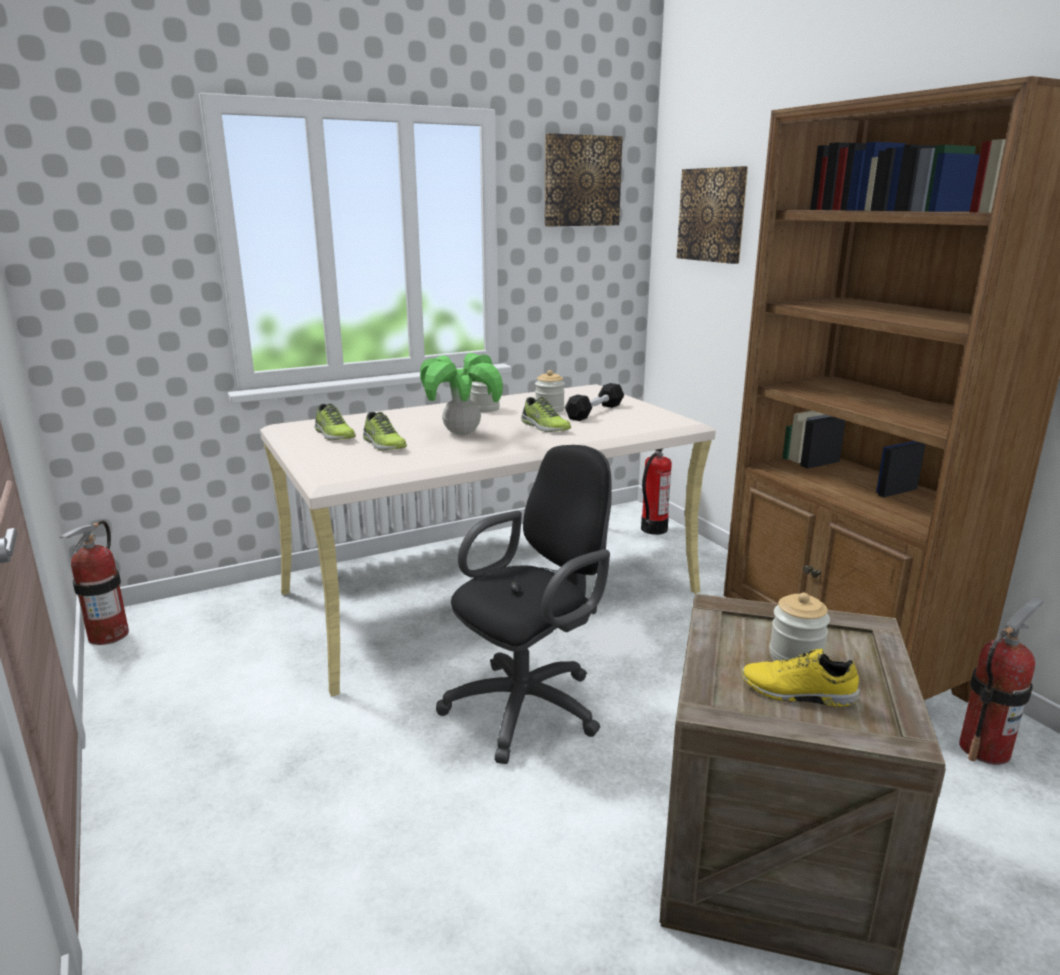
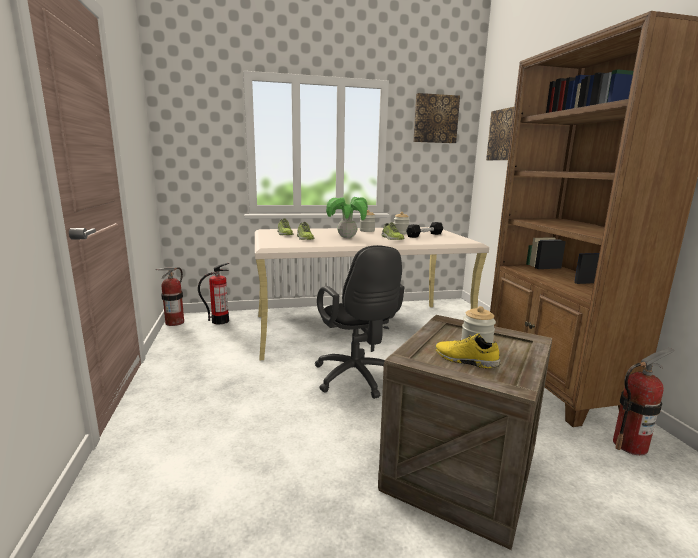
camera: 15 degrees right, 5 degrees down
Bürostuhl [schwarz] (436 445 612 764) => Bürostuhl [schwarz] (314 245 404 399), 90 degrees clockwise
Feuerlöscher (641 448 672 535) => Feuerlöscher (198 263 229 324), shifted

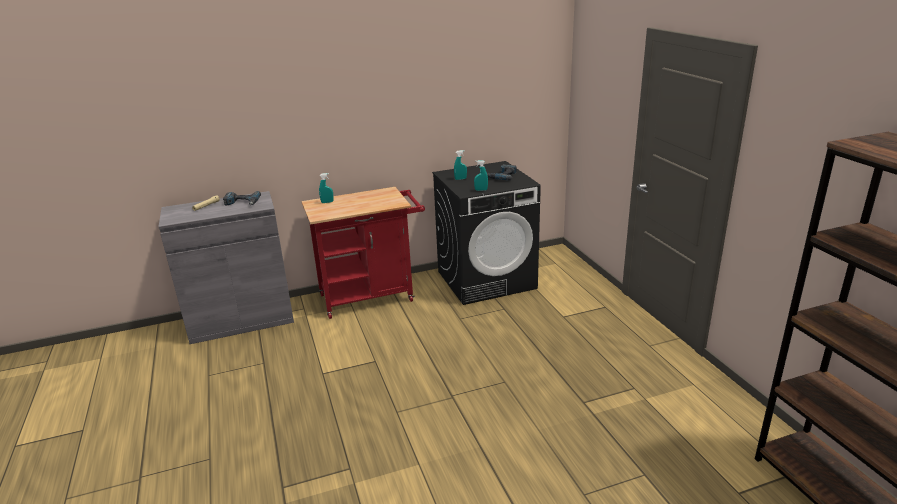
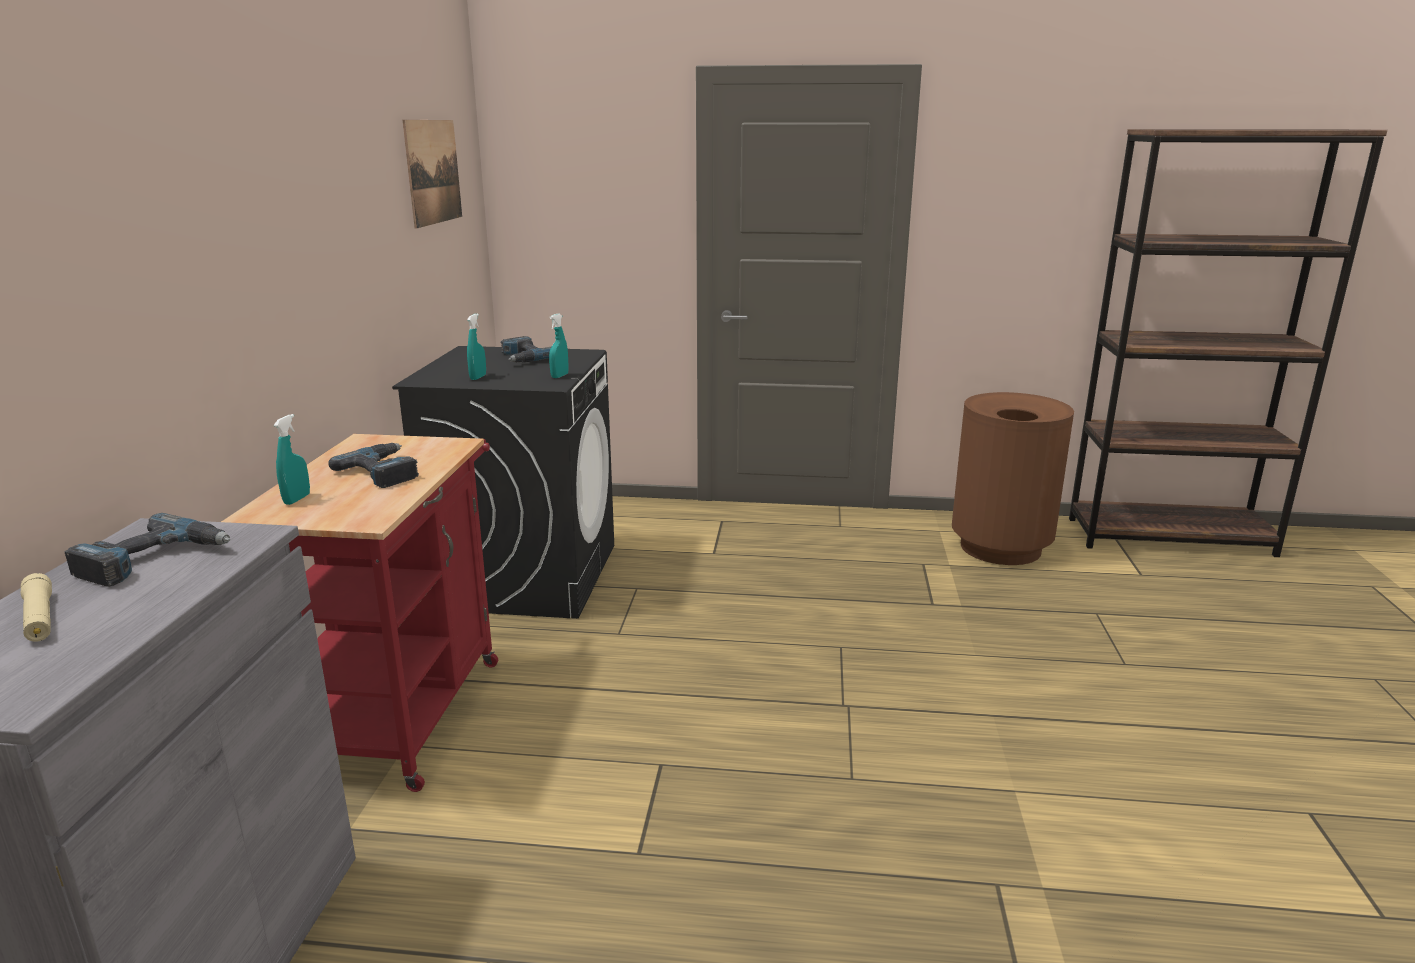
camera: 65 degrees left, 5 degrees down
nothing => Bild (403 120 462 229)
nothing => Mülleimer [braun] (952 392 1074 565)
nothing => Bohrmaschine (328 443 419 488)

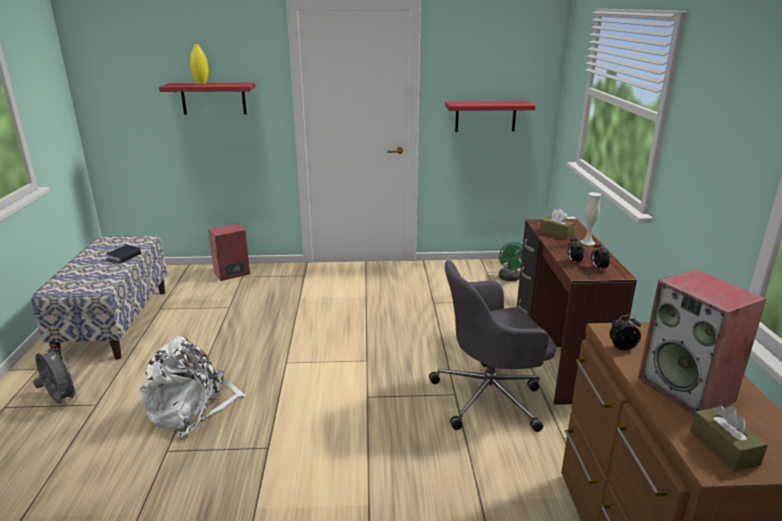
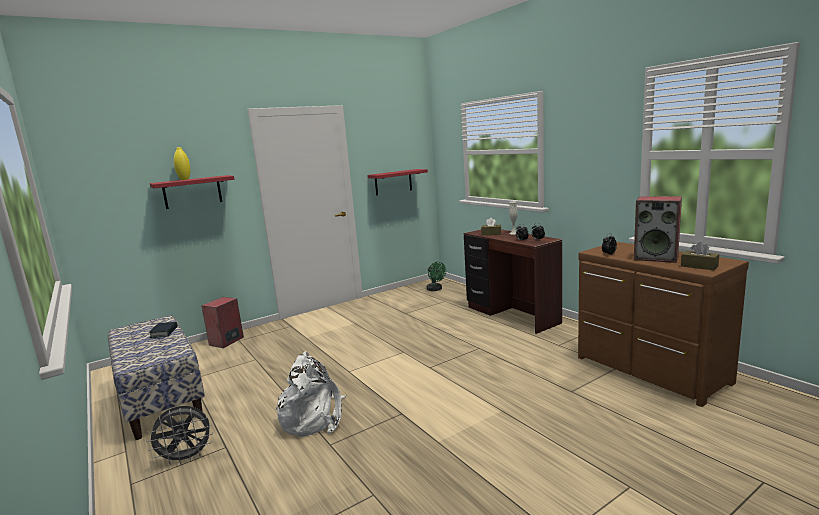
camera: 30 degrees left, 10 degrees down
Bürostuhl [grau] (429 260 556 432) => nothing
Ventilator [grau] (33 344 80 404) => Ventilator [grau] (146 406 213 465), 150 degrees clockwise

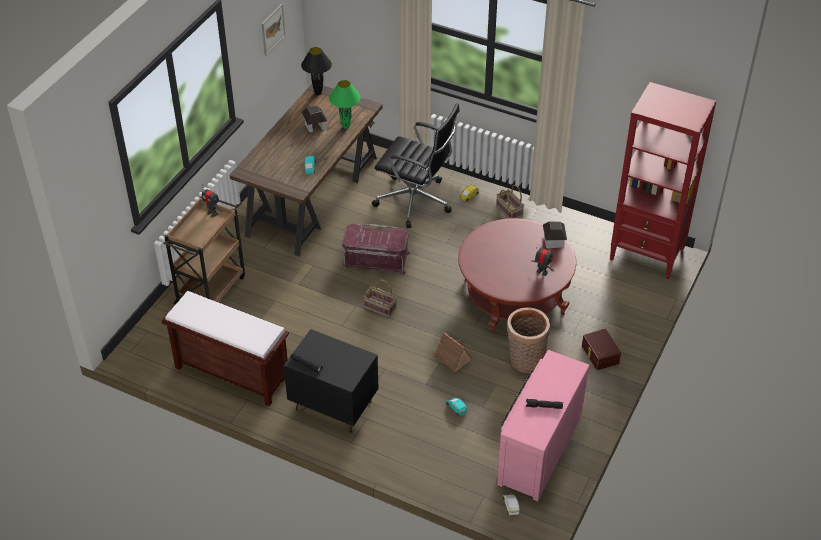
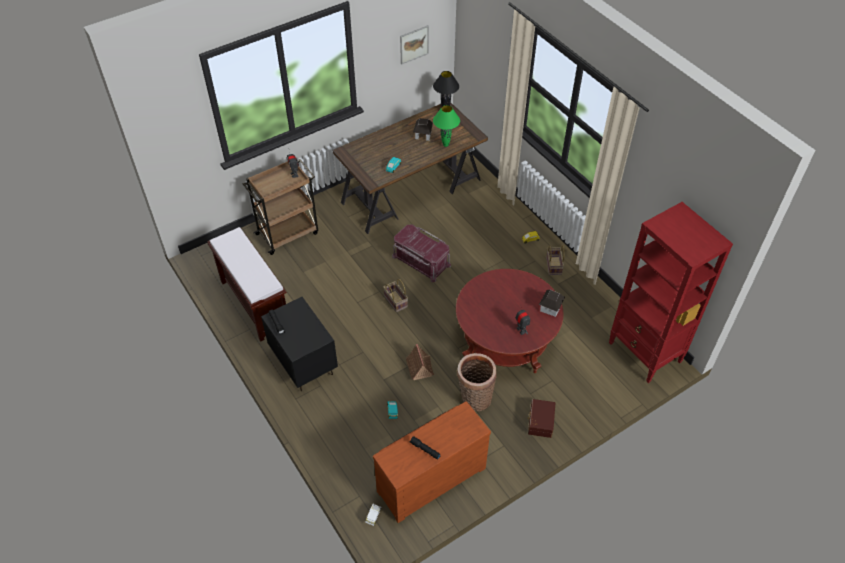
camera: 30 degrees right, 5 degrees up
Bürostuhl [schwarz] (372 103 459 228) => nothing
Kommode [rosa] (497 350 590 501) => Kommode [braun] (373 401 491 523)

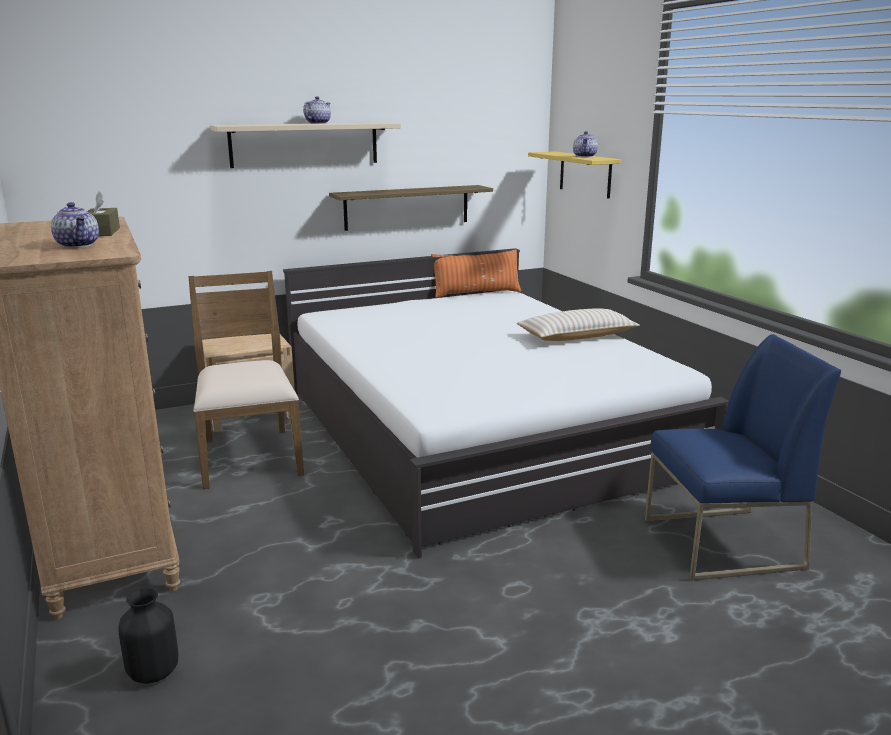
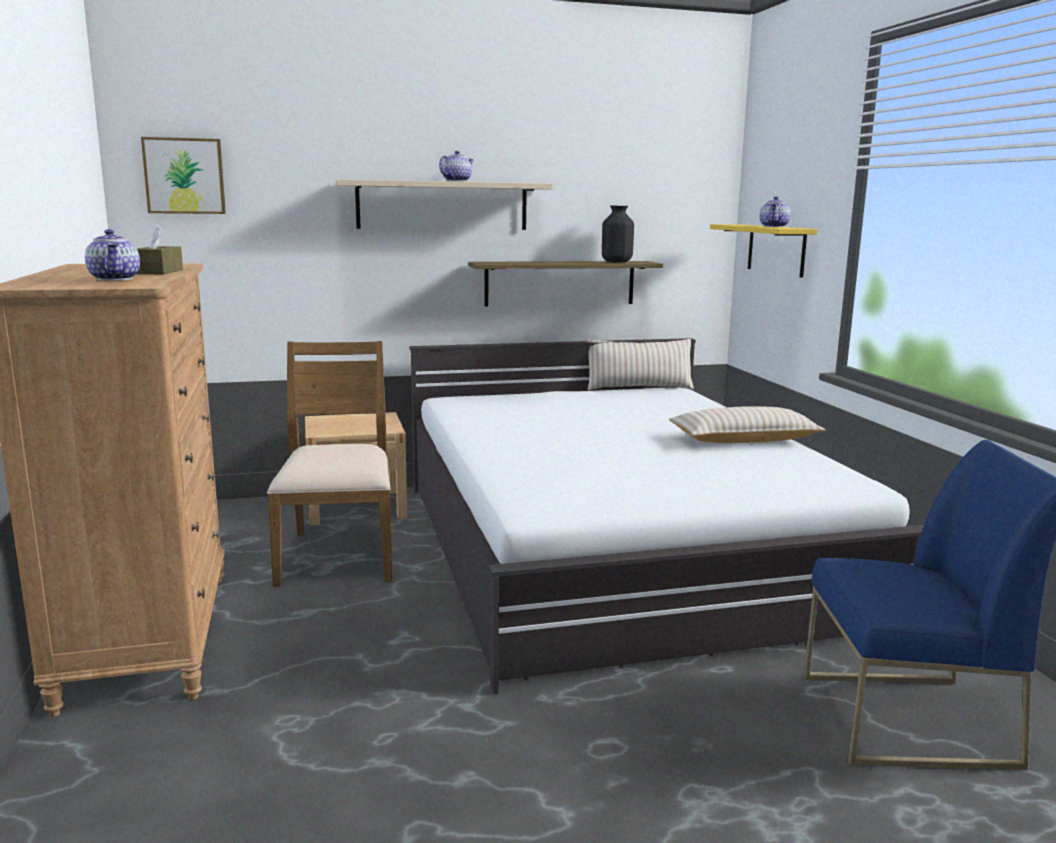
camera: 10 degrees right, 5 degrees down
Kissen [orange] (431 249 521 298) => Kissen [beige] (586 339 694 390)
Vase [schwarz] (118 588 178 684) => Vase [schwarz] (602 206 634 263), shifted
nothing => Bild (141 137 226 214)

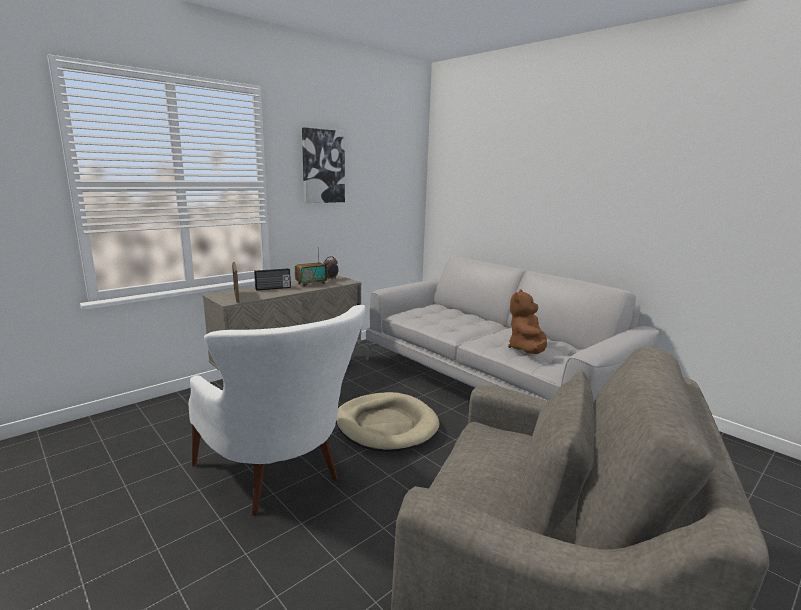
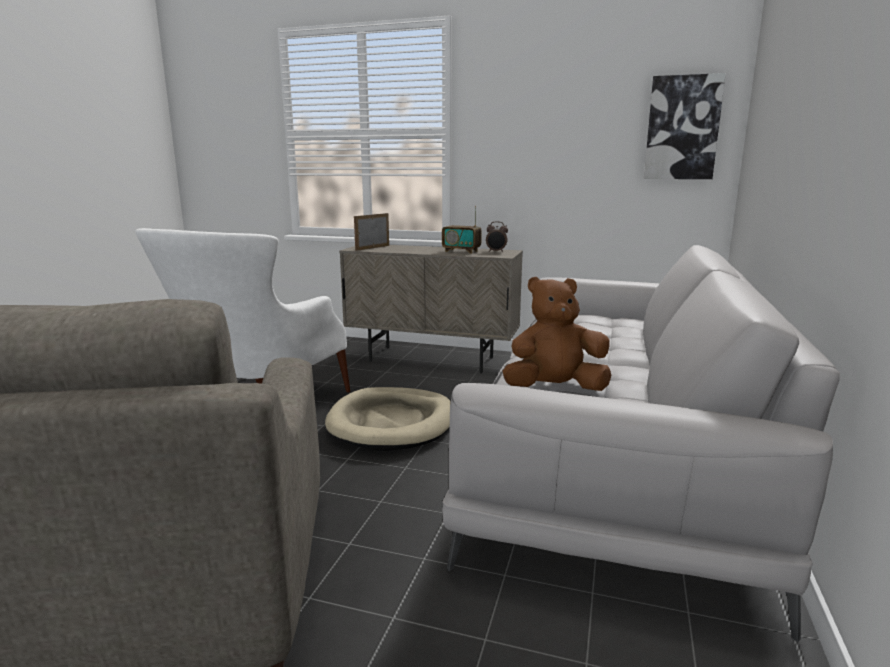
camera: 60 degrees right, 0 degrees up
Bild (302 127 345 203) => Bild (644 73 726 179), shifted
Radio (254 268 291 291) => nothing

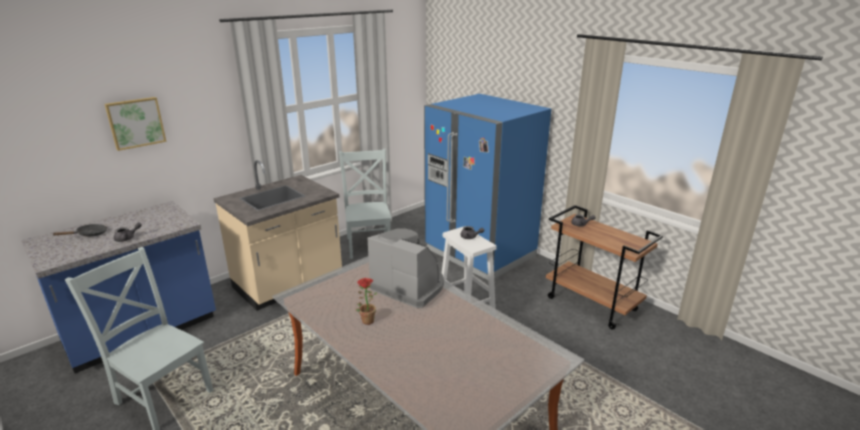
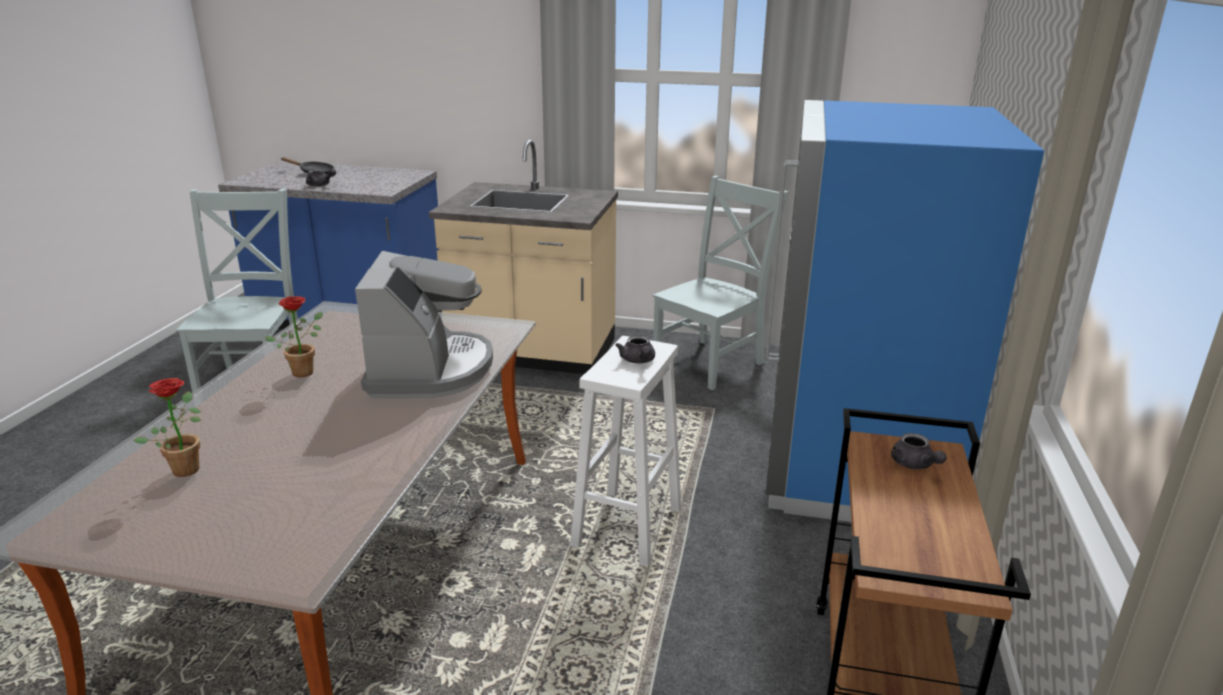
camera: 55 degrees right, 0 degrees up
Bild (105 97 166 151) => nothing
nothing => Topfpflanze (133 378 201 477)

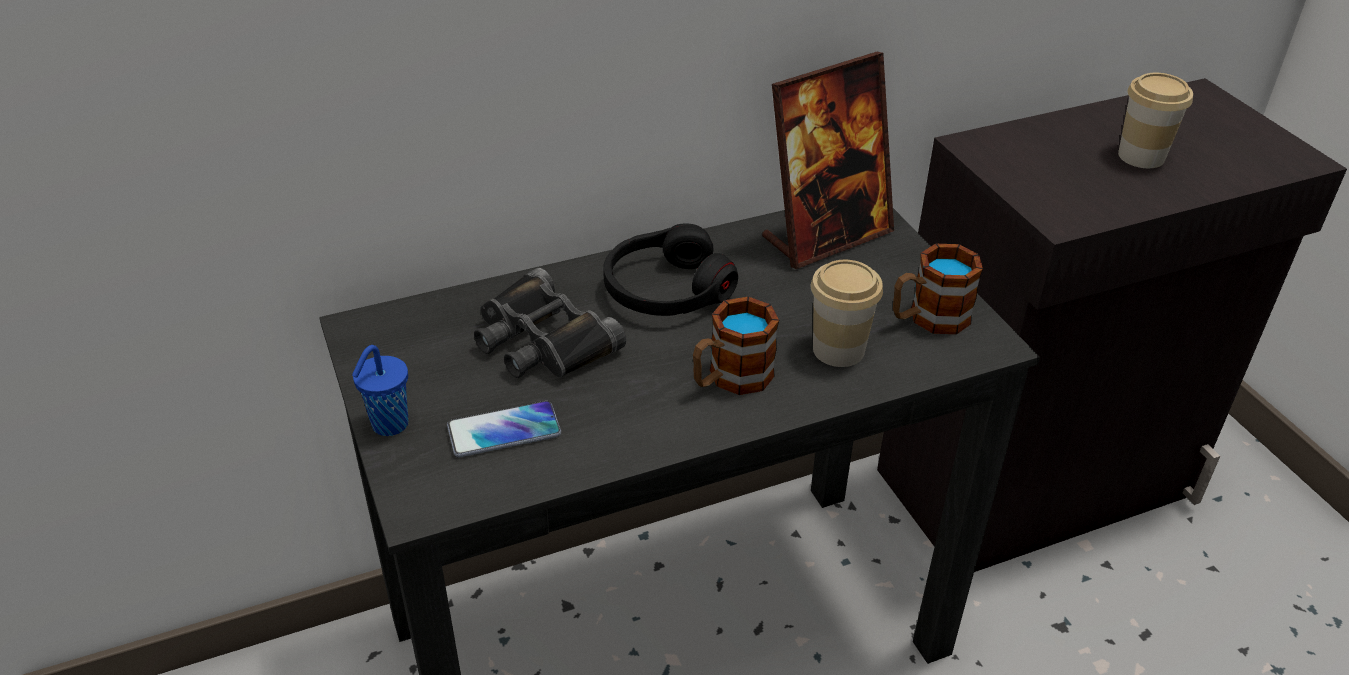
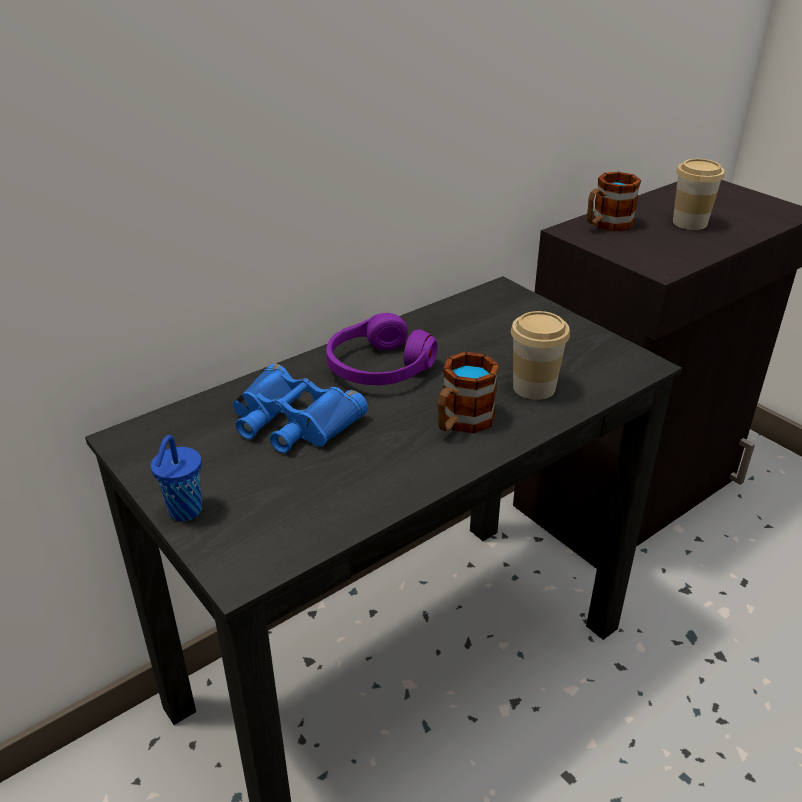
camera: 15 degrees left, 5 degrees down
Bilderrahmen (762 52 894 269) => nothing
Kopfhörer [schwarz] (603 223 738 316) => Kopfhörer [lila] (326 313 438 385)
Henkelbecher (893 244 983 334) => Henkelbecher (587 172 641 231), shifted
Fernglas [schwarz] (474 268 626 378) => Fernglas [blau] (233 363 368 453)
Handy (447 401 561 457) => nothing

